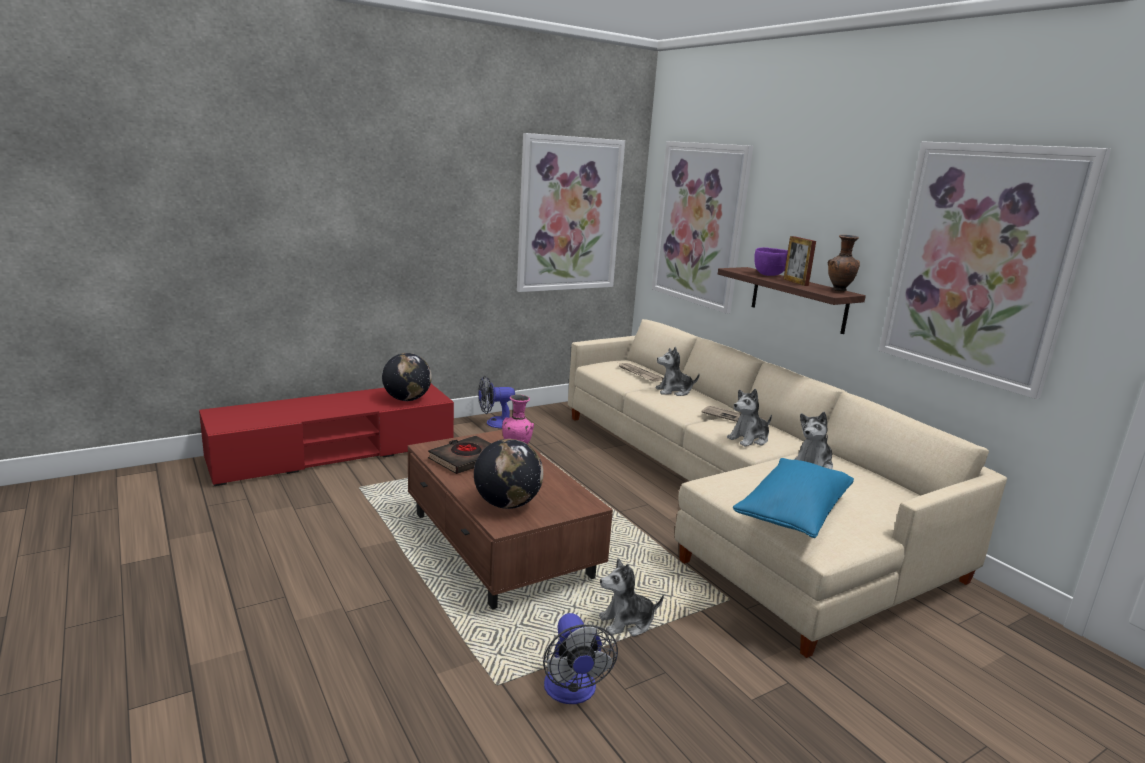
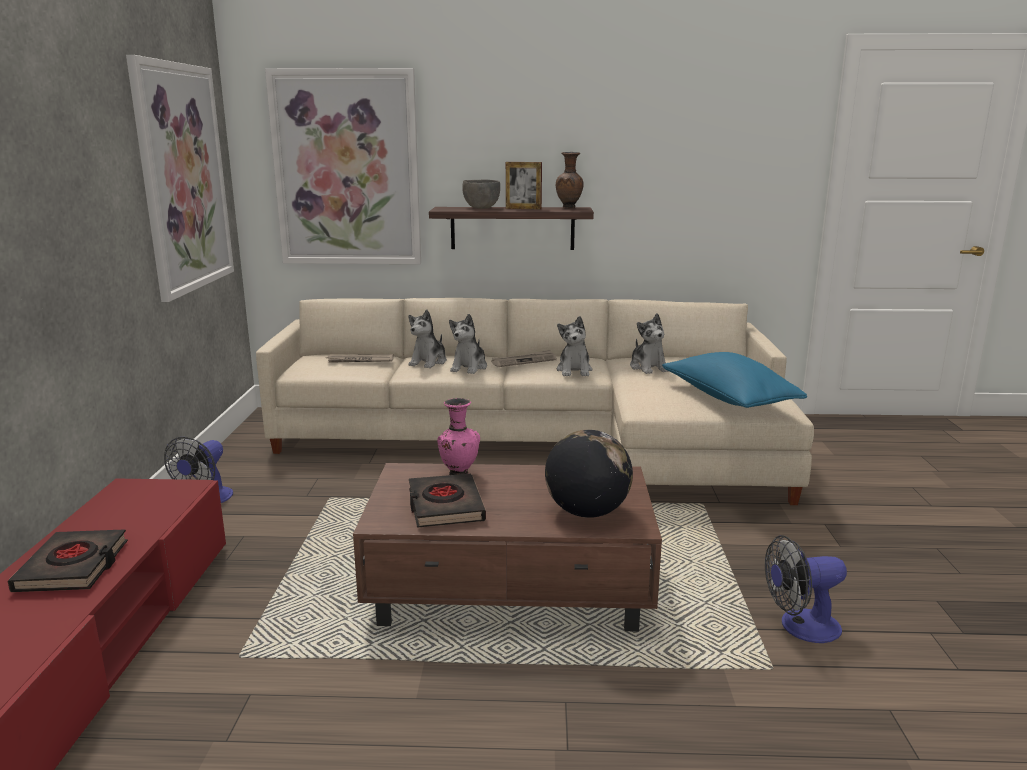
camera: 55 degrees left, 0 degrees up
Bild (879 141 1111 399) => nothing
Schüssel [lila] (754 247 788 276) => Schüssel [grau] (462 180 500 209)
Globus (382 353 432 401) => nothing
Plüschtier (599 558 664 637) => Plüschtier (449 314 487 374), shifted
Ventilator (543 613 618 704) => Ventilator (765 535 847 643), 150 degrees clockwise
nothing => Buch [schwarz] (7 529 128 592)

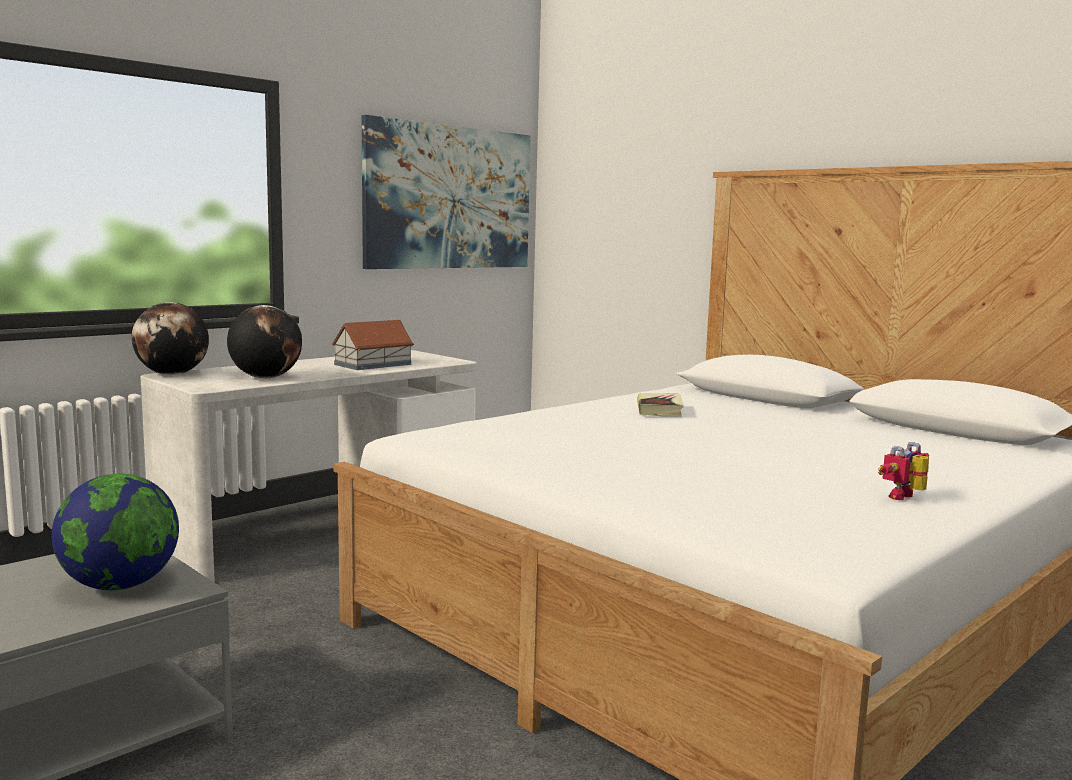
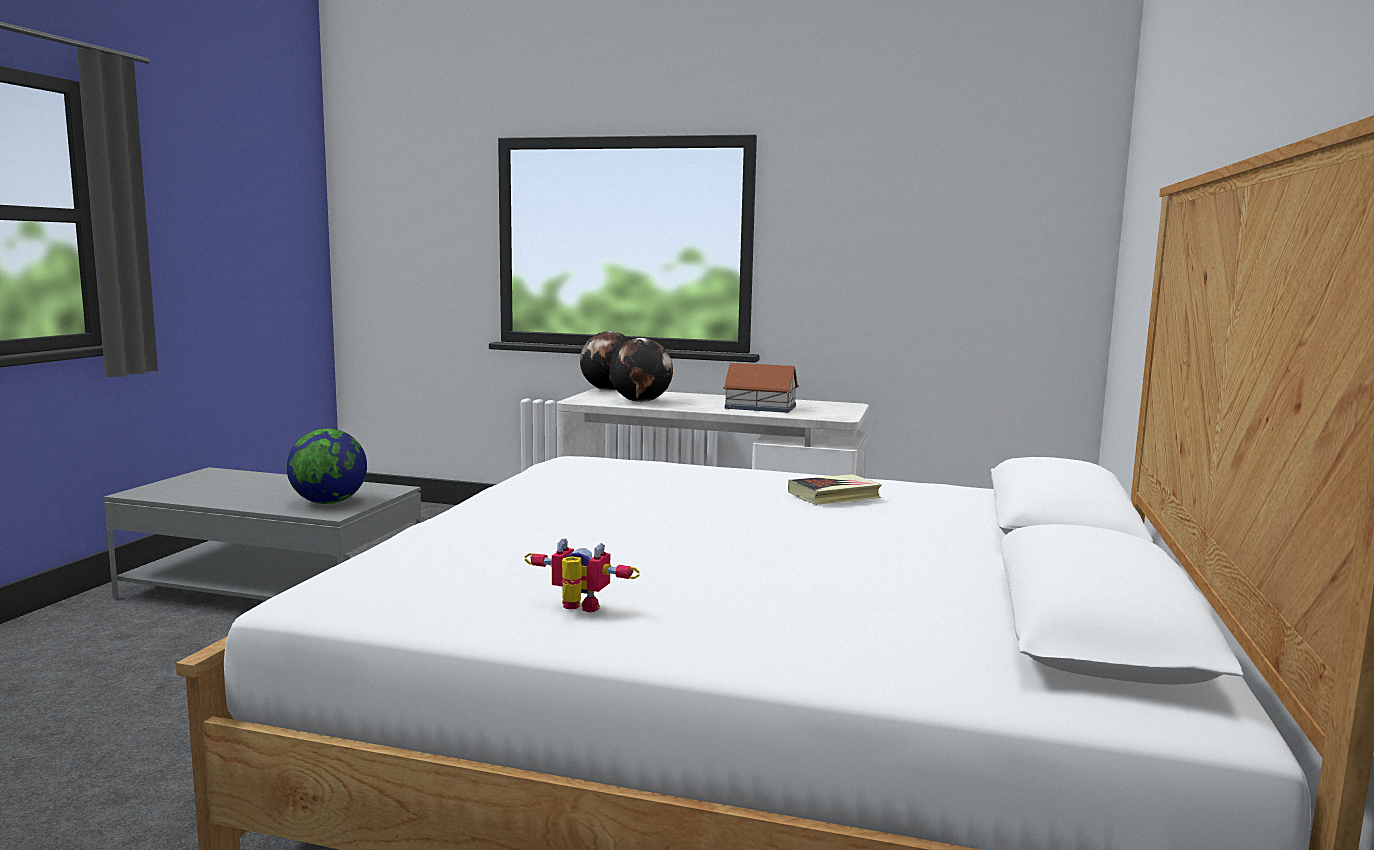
camera: 60 degrees right, 0 degrees up
Bild (362 115 530 269) => nothing

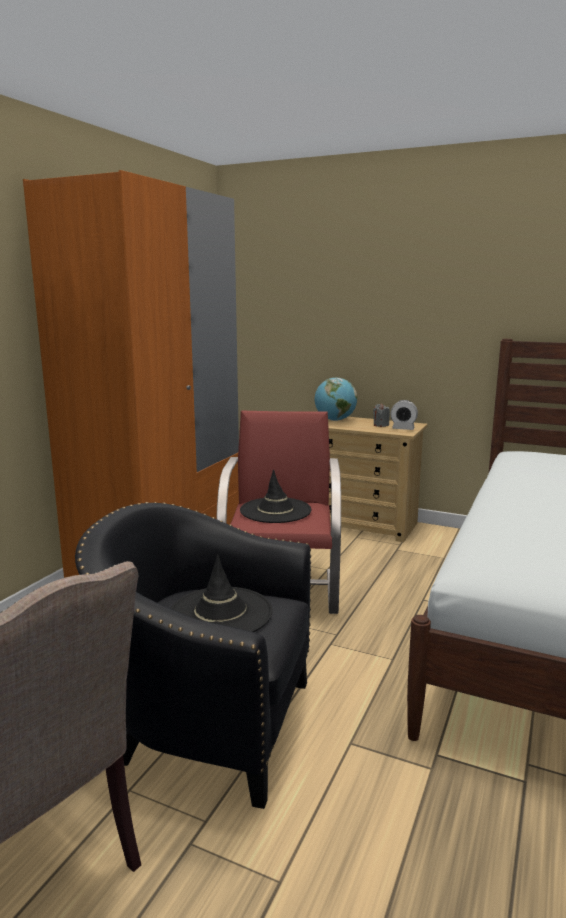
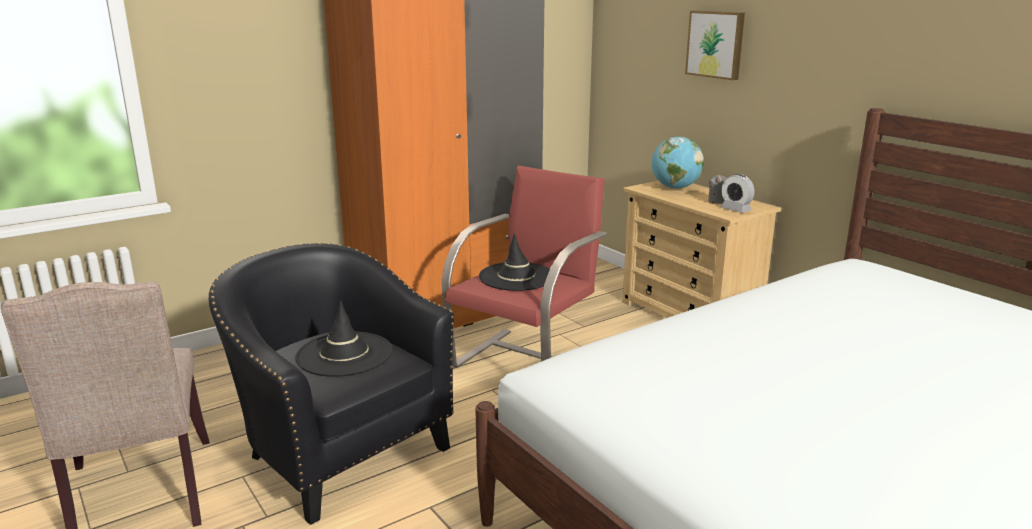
camera: 30 degrees right, 5 degrees up
nothing => Bild (685 10 745 80)

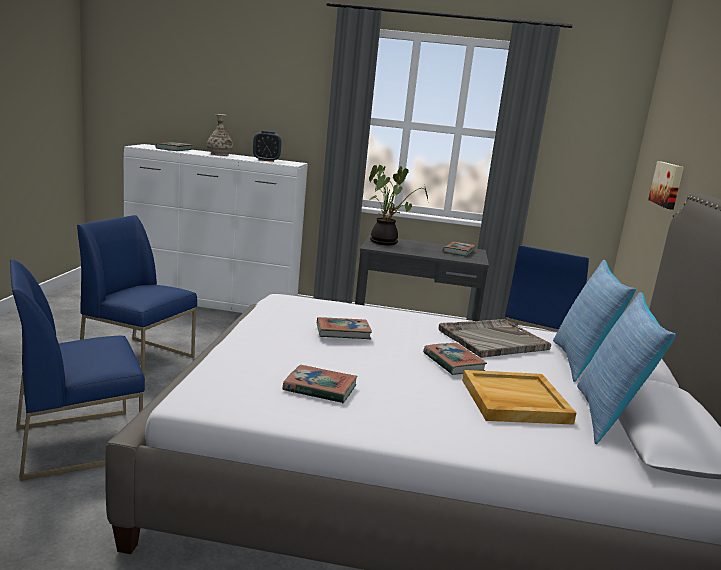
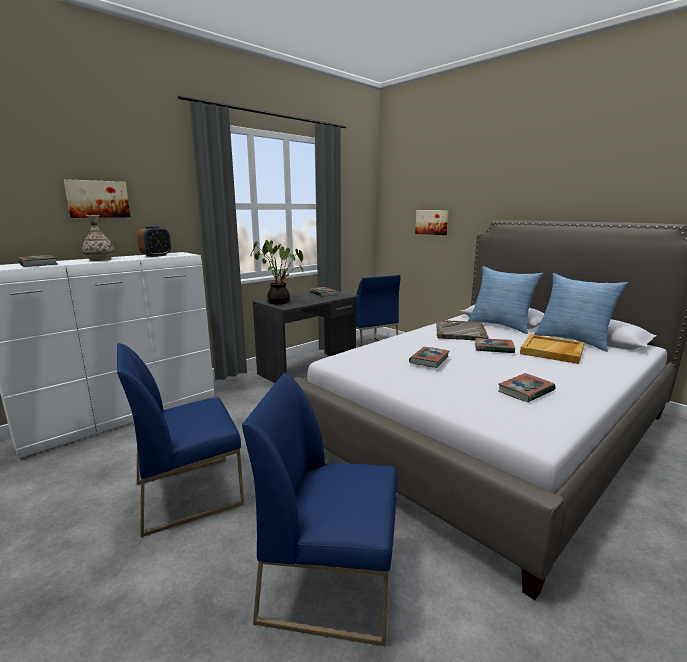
camera: 50 degrees left, 0 degrees up
Stuhl [blau] (10 260 145 481) => Stuhl [blau] (242 373 397 646), 90 degrees clockwise
nothing => Bild (64 179 130 218)

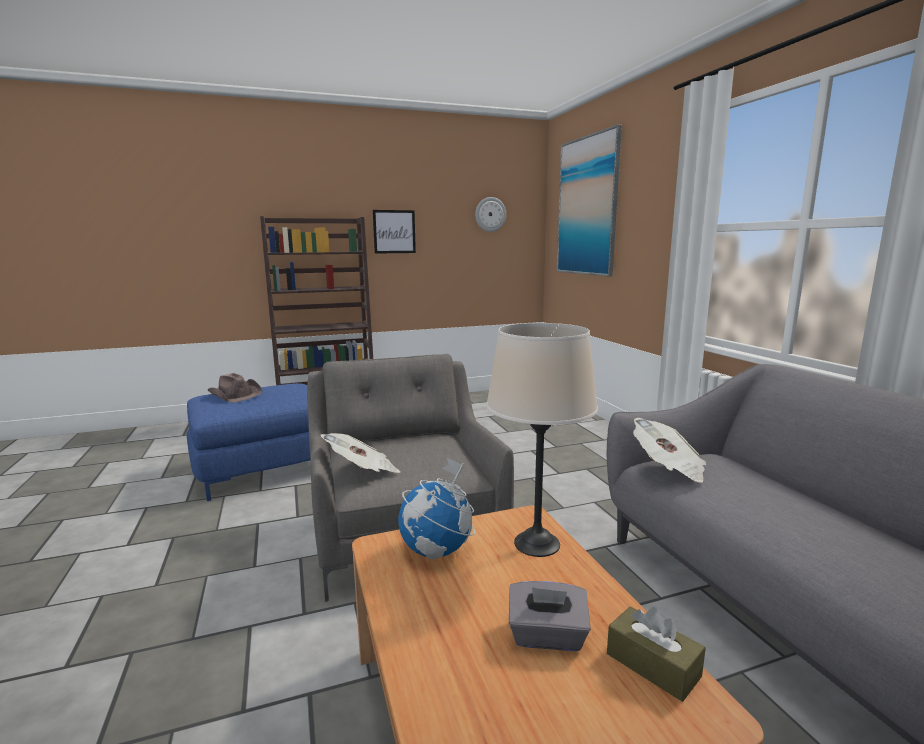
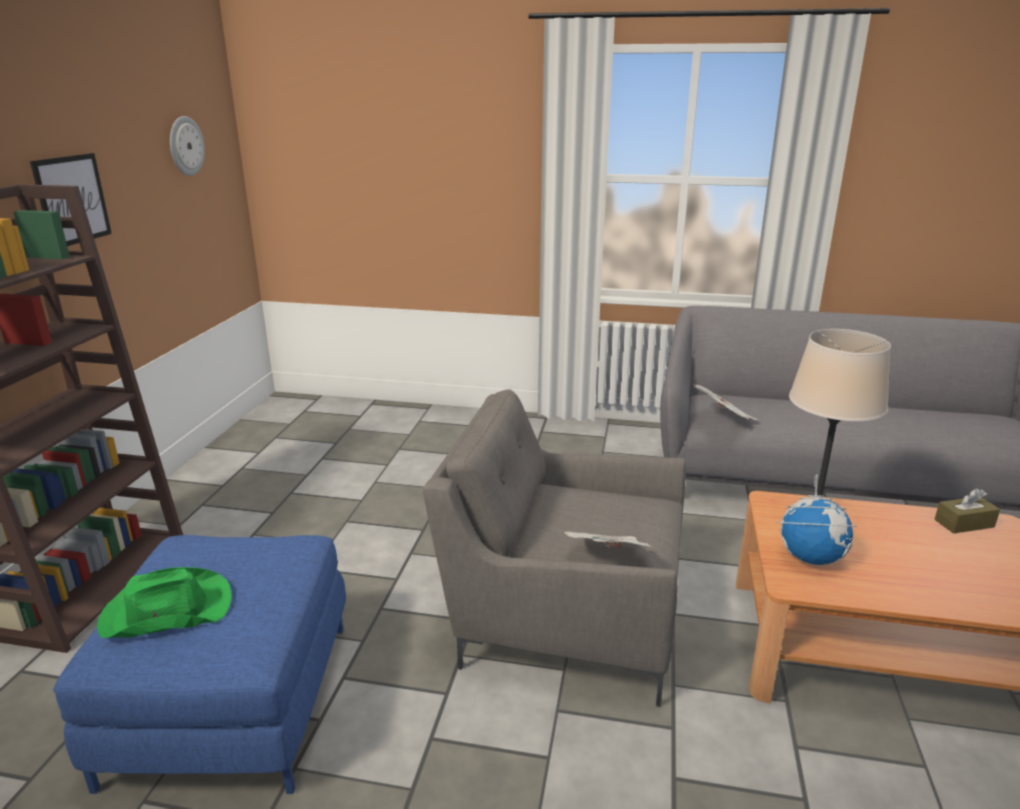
camera: 60 degrees left, 10 degrees up
Bild (557 124 622 277) => nothing
Hut [braun] (208 373 262 403) => Hut [grün] (97 567 232 638)
Taschentuchbox [grau] (509 581 591 651) => nothing

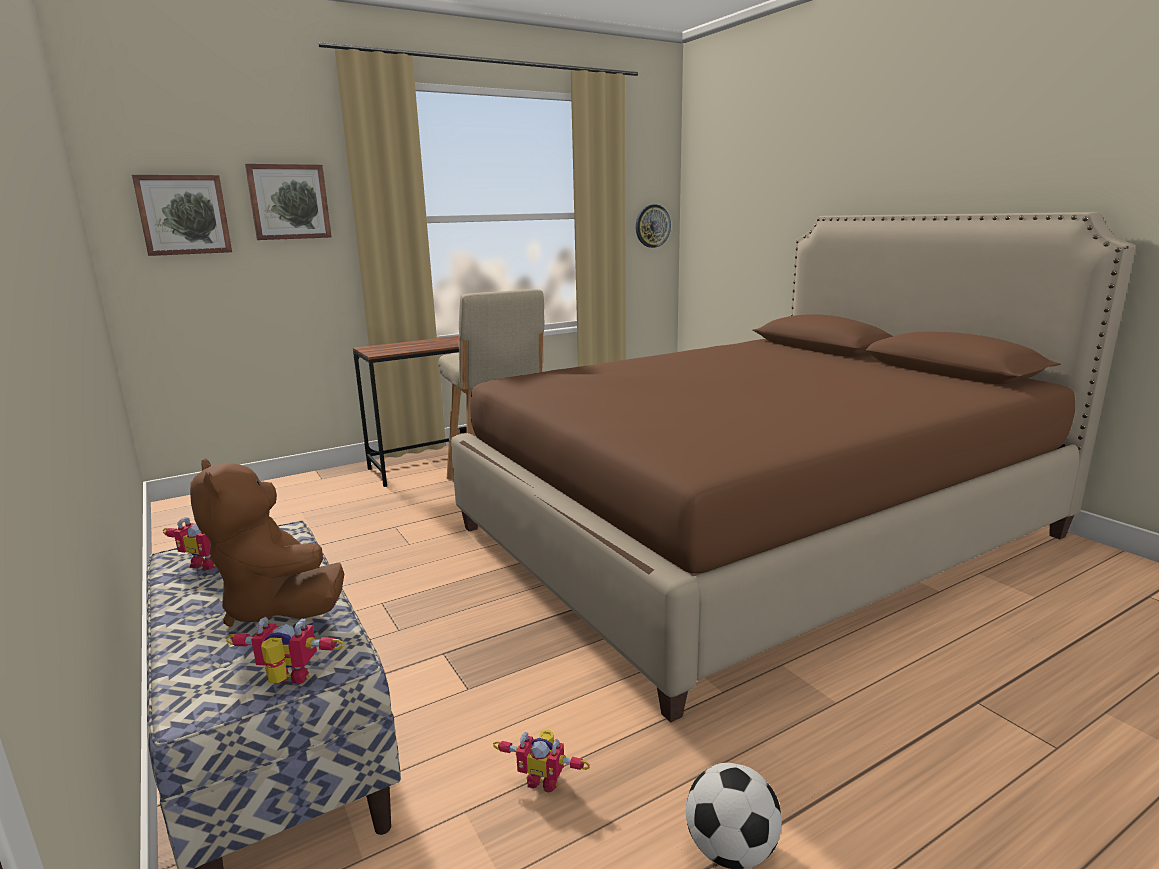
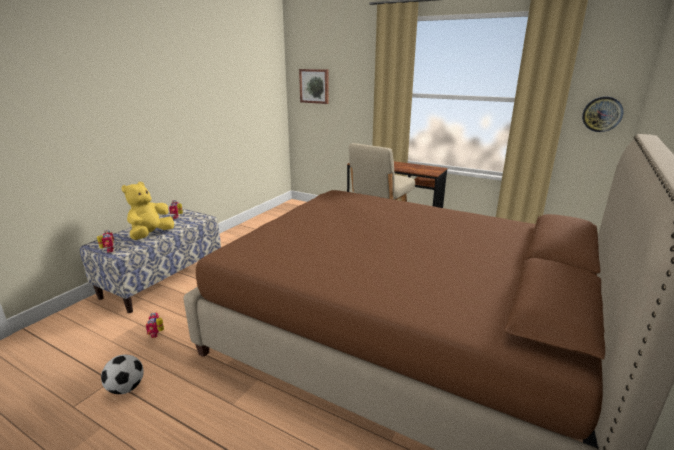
camera: 60 degrees right, 5 degrees up
Bild (245 164 332 240) => nothing
Plüschtier [braun] (190 458 344 626) => Plüschtier [gelb] (121 182 174 240)

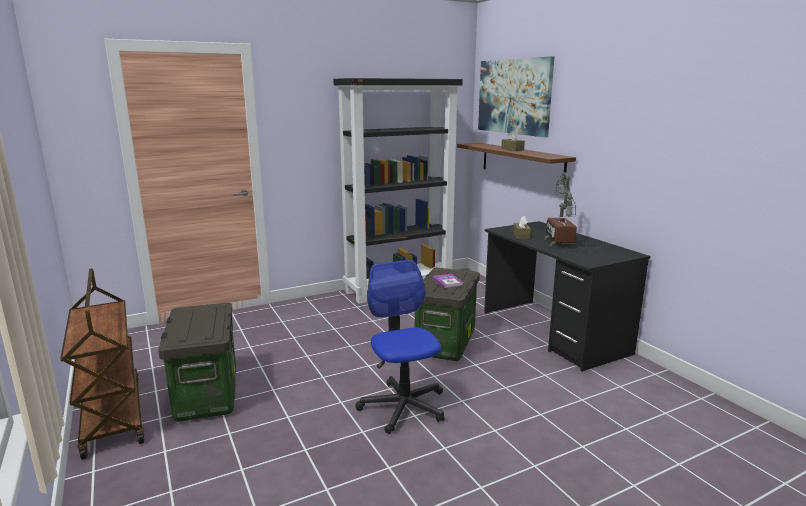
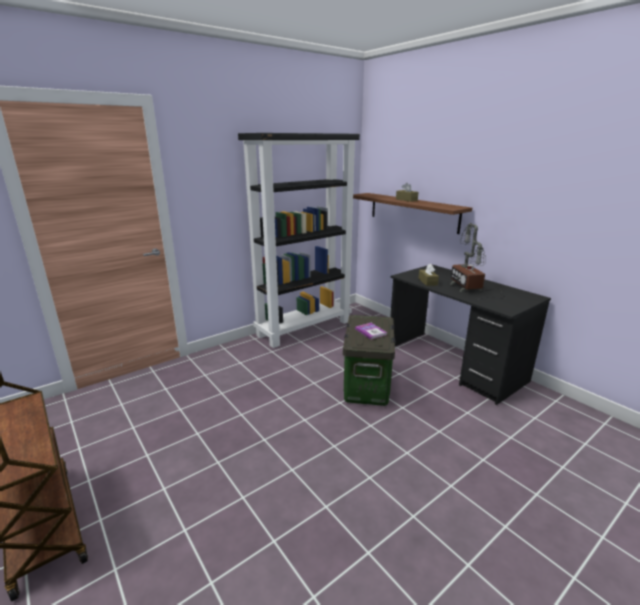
camera: 10 degrees left, 5 degrees up
Bild (478 56 554 137) => nothing
Bürostuhl (356 260 444 434) => nothing
Aufbewahrungsbox (158 303 236 422) => nothing

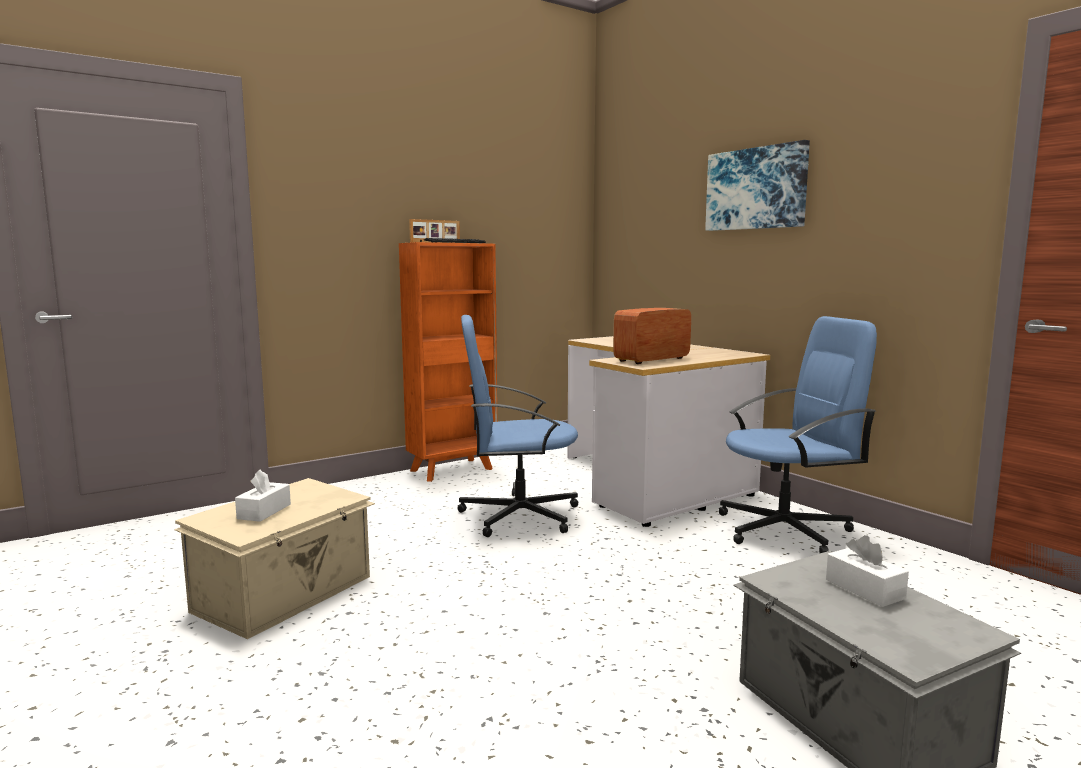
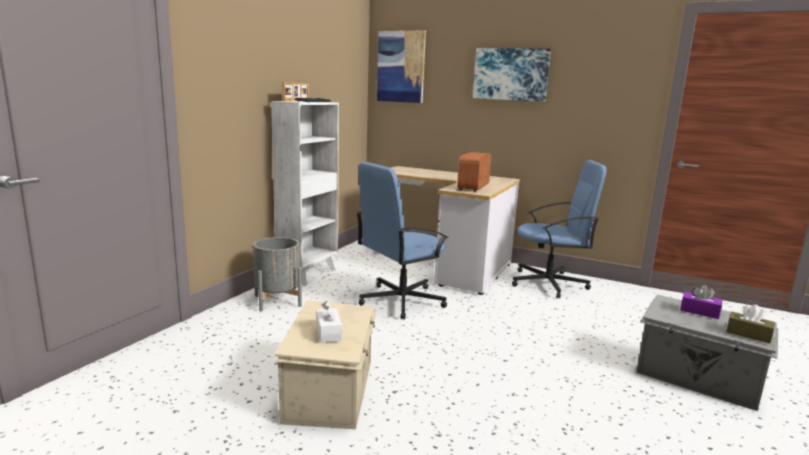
camera: 30 degrees left, 5 degrees up
Bücherregal [orange] (399 242 497 482) => Bücherregal [weiß] (271 101 339 286)
Bürostuhl [blau] (719 316 877 553) => Bürostuhl [blau] (512 160 607 299), 45 degrees clockwise
Taschentuchbox [weiß] (826 535 909 607) => Taschentuchbox [lila] (680 285 722 319)
nothing => Bild (377 30 426 103)
nothing => Pflanzkübel [grau] (253 237 302 311)
nothing => Taschentuchbox [braun] (726 305 775 344)

